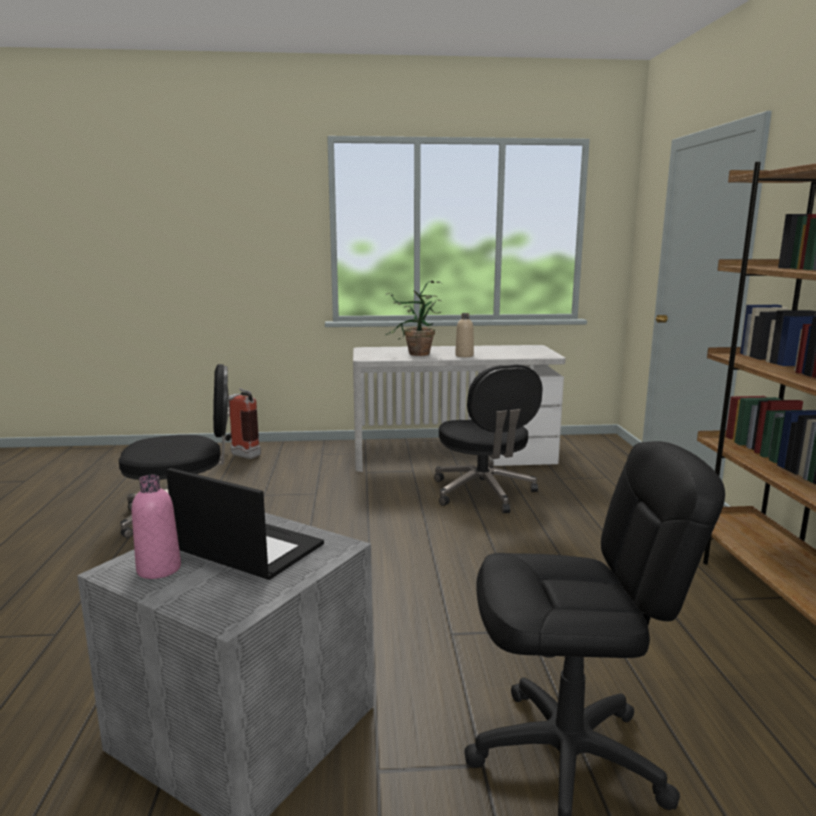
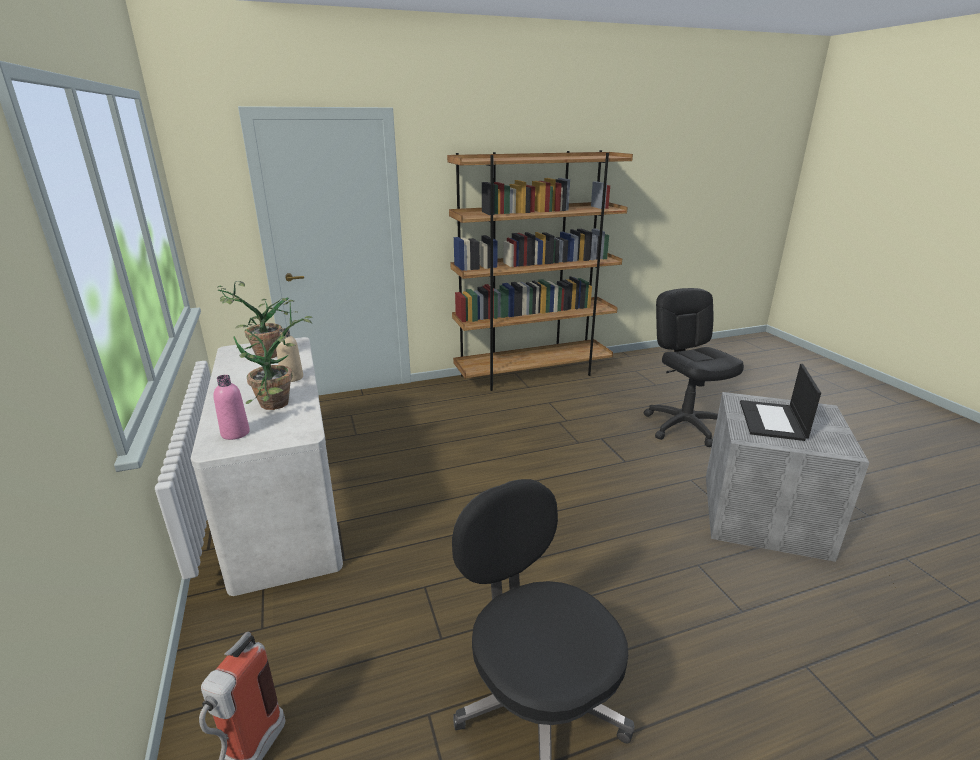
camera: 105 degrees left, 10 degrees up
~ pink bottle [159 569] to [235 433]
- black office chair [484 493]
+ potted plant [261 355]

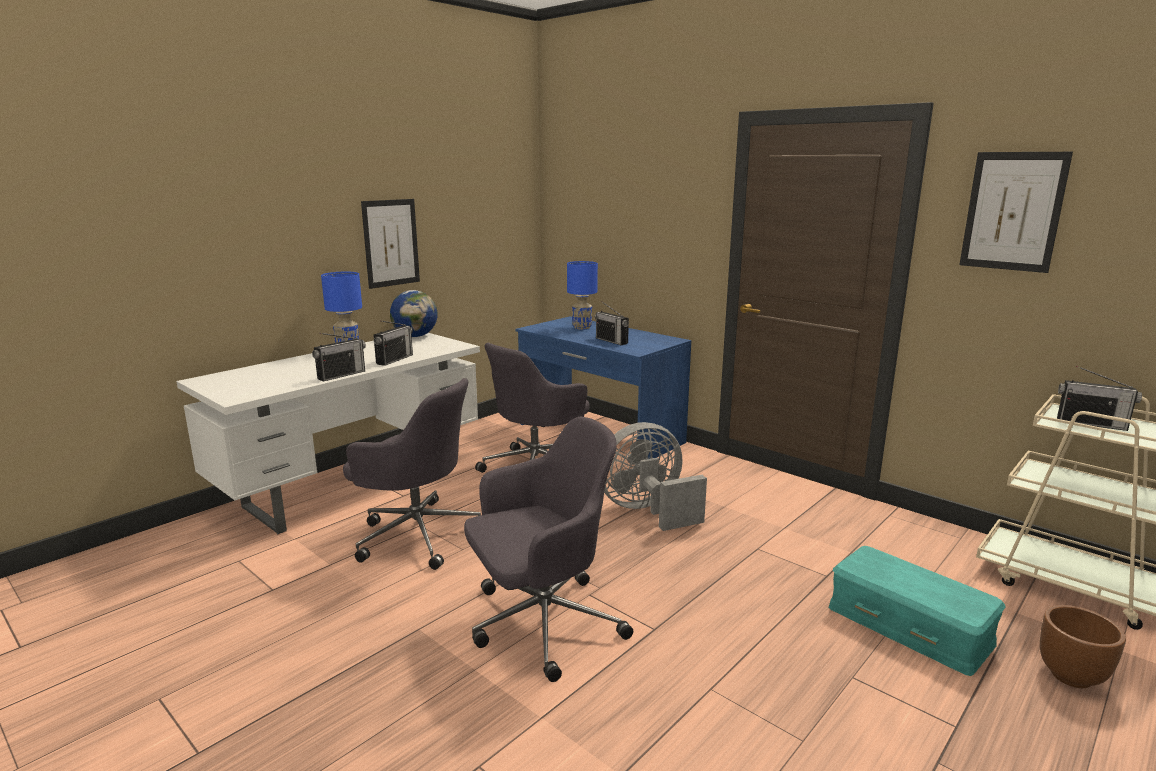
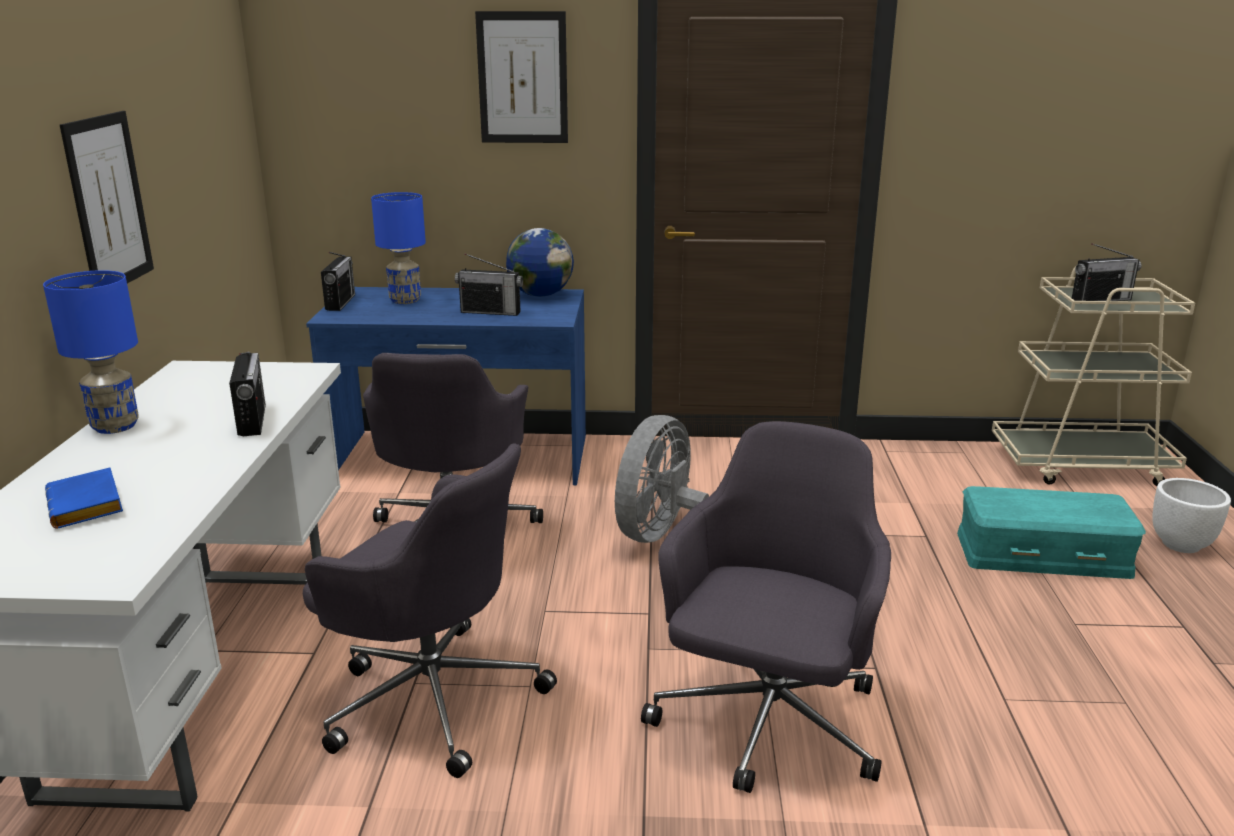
camera: 40 degrees left, 5 degrees up
~ radio [341 375] to [340 302]
~ grey office chair [417 534] = [432 696] 45 degrees clockwise
~ globe [415 336] to [540 295]
~ picture [1013 211] to [522 78]
~ brown planter [1071 677] to white planter [1181 545]
+ blue book [89 506]

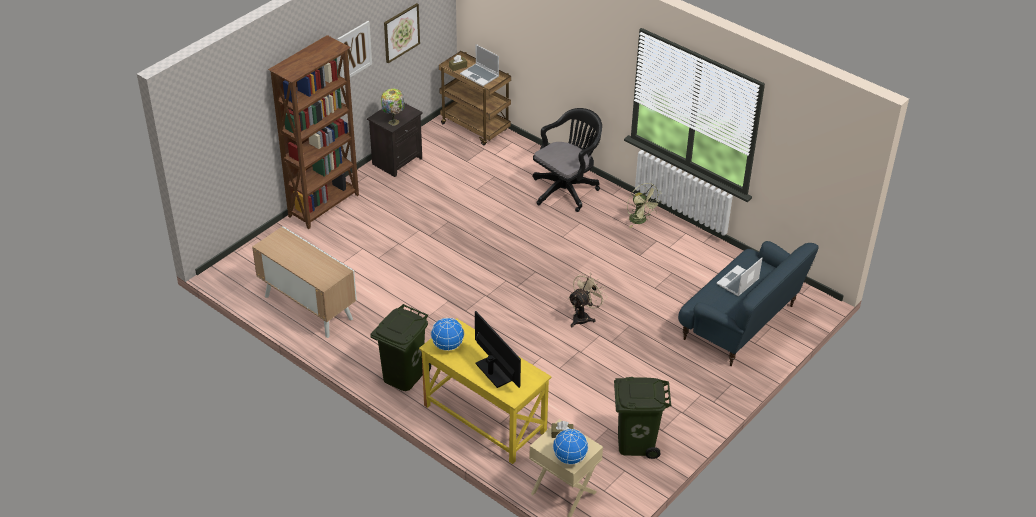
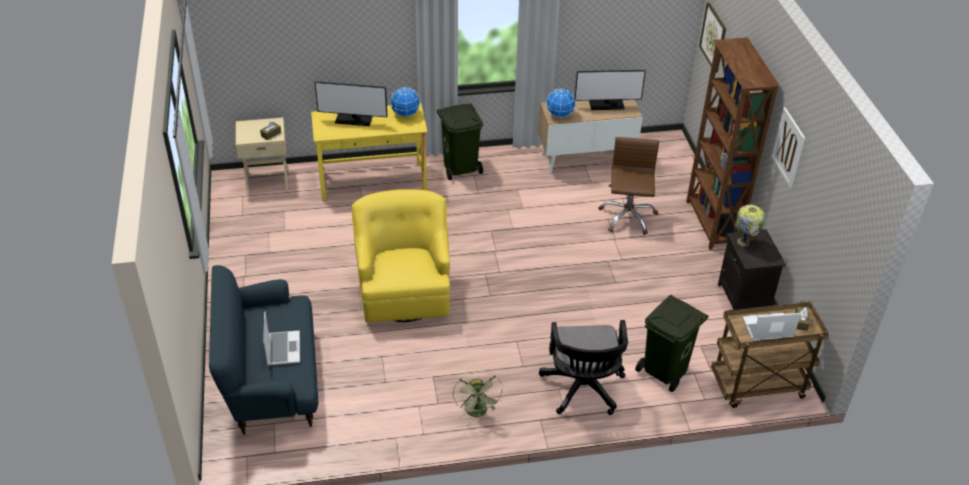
camera: 130 degrees right, 0 degrees up
~ picture [401 32] to [713 37]
~ globe [570 458] to [559 115]
~ beige fan [583 316] to yellow armchair [404 289]
~ green trash can [636 442] to [665 371]
~ green fan [641 221] = [478 413] 105 degrees counterclockwise
+ monitor [606 105]
+ brown office chair [627 217]

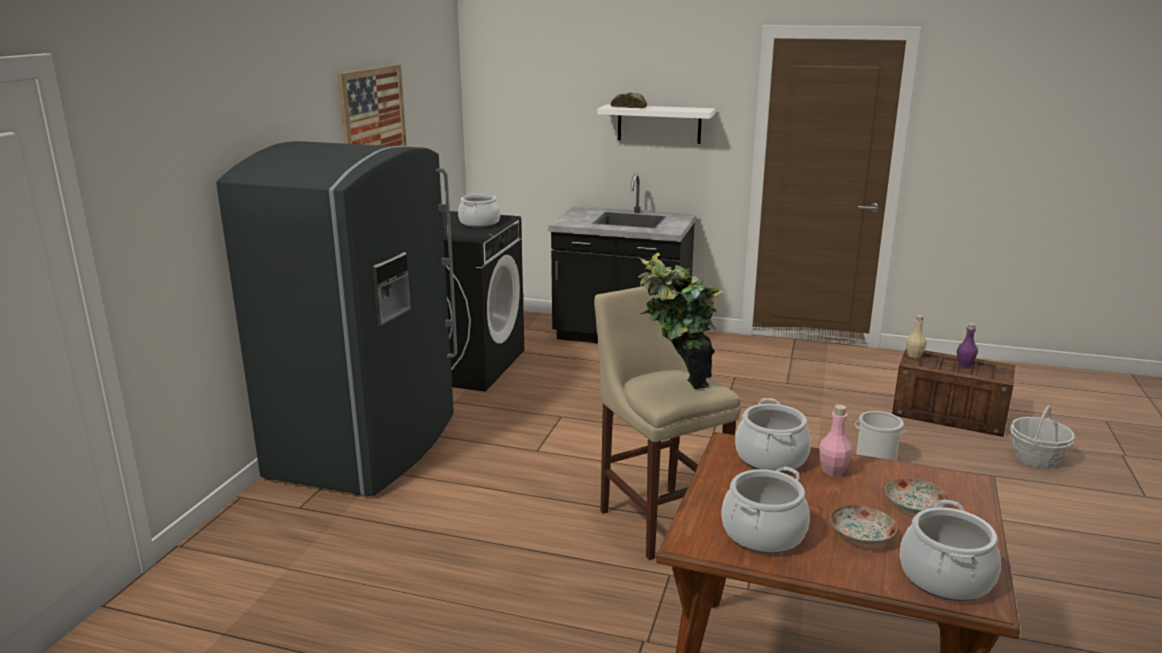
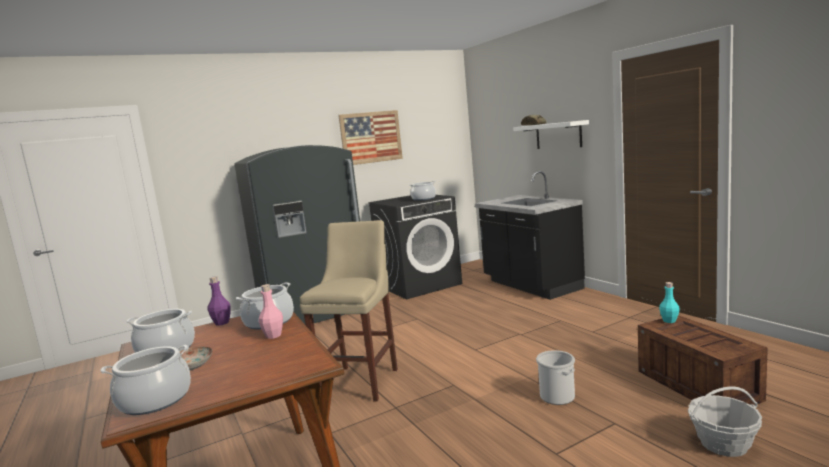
camera: 45 degrees right, 10 degrees down
- potted plant [677 389]
- plate [914 507]
~ beige bottle [914 355] to turquoise bottle [669 321]
~ purple bottle [965 364] to [221 323]

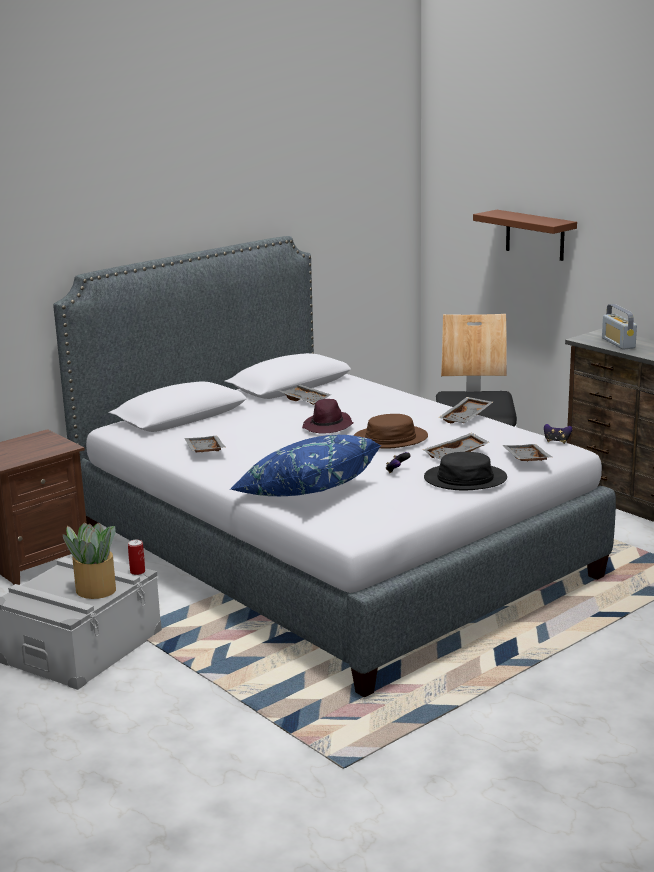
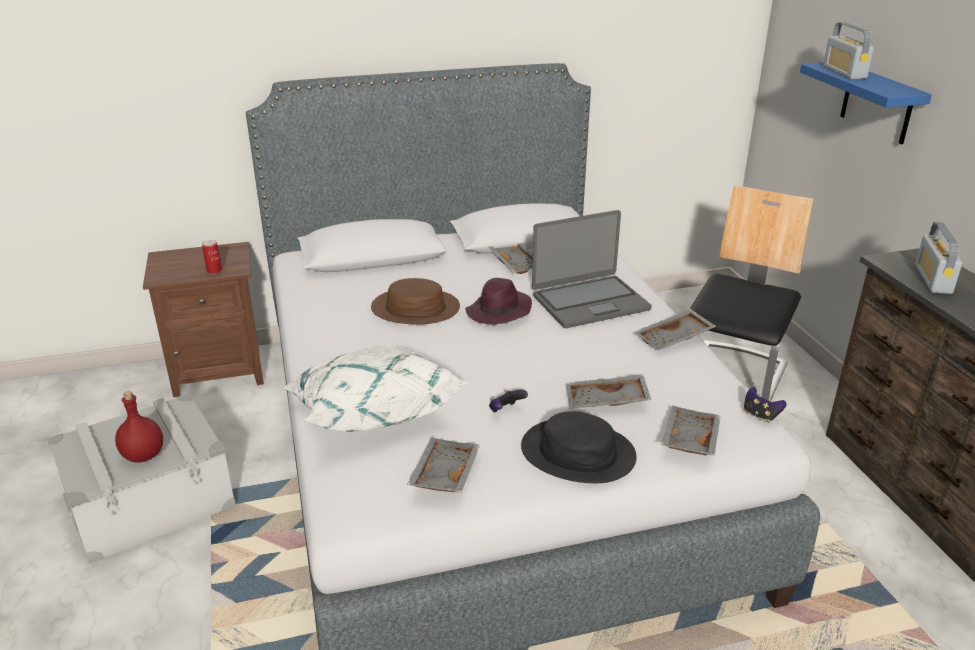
camera: 25 degrees right, 10 degrees up
~ potted plant [95 589] to red bottle [144 455]
~ can [137 572] to [214 271]
~ grey tray [204 451] to [443 474]
~ blue pillow [305 491] to white pillow [371 413]
~ brown hat [390 439] to [415 308]
~ brown shelf [535 235] to blue shelf [877 103]
+ laptop [589 302]
+ radio [844 72]

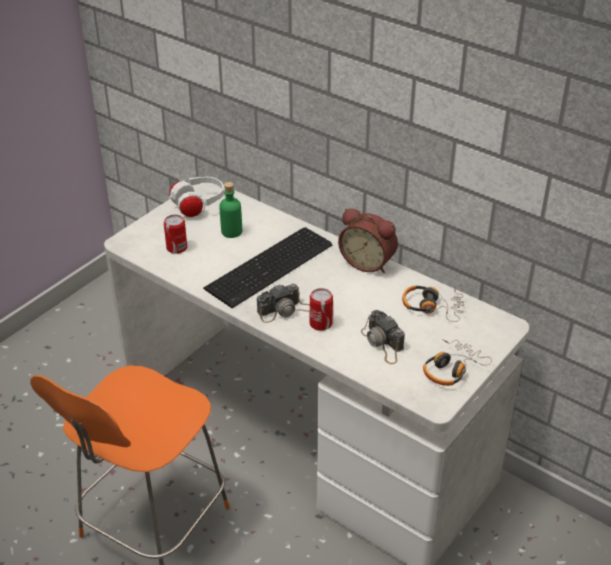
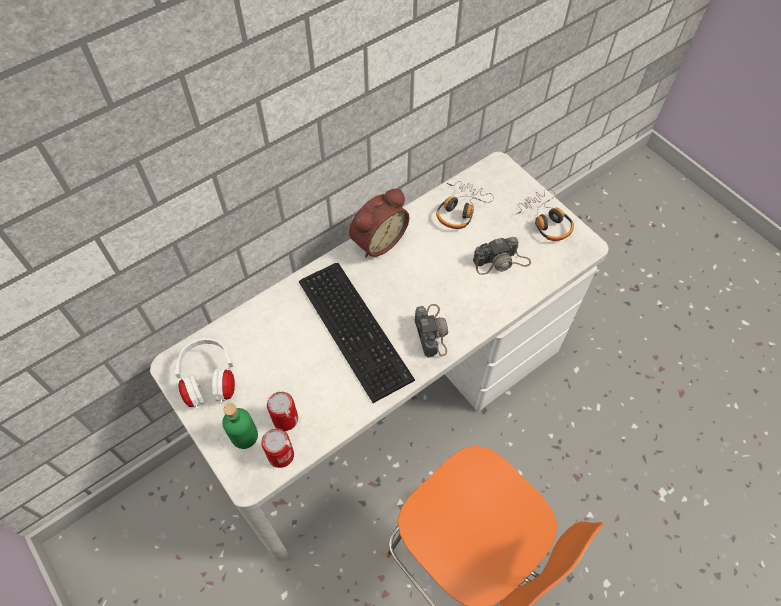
camera: 75 degrees left, 20 degrees up
~ green bottle [231 231] to [244 436]
~ can [321 323] to [281 455]

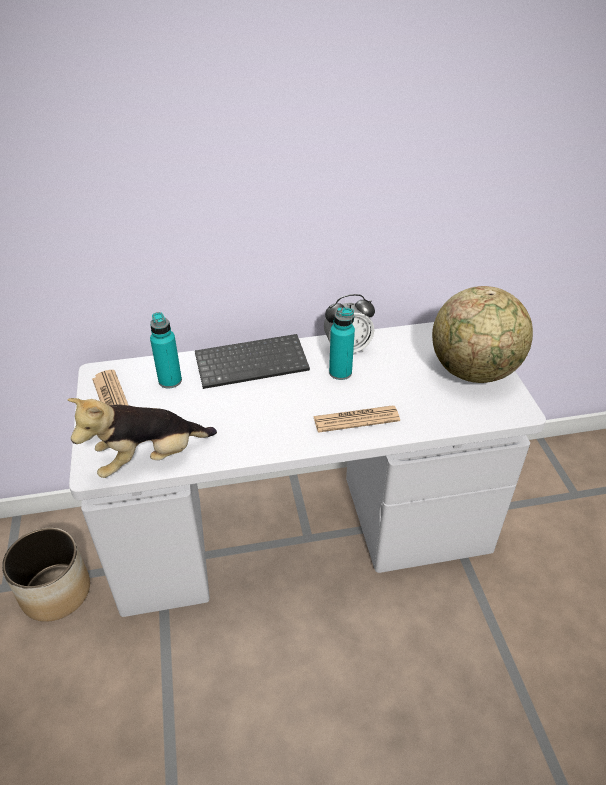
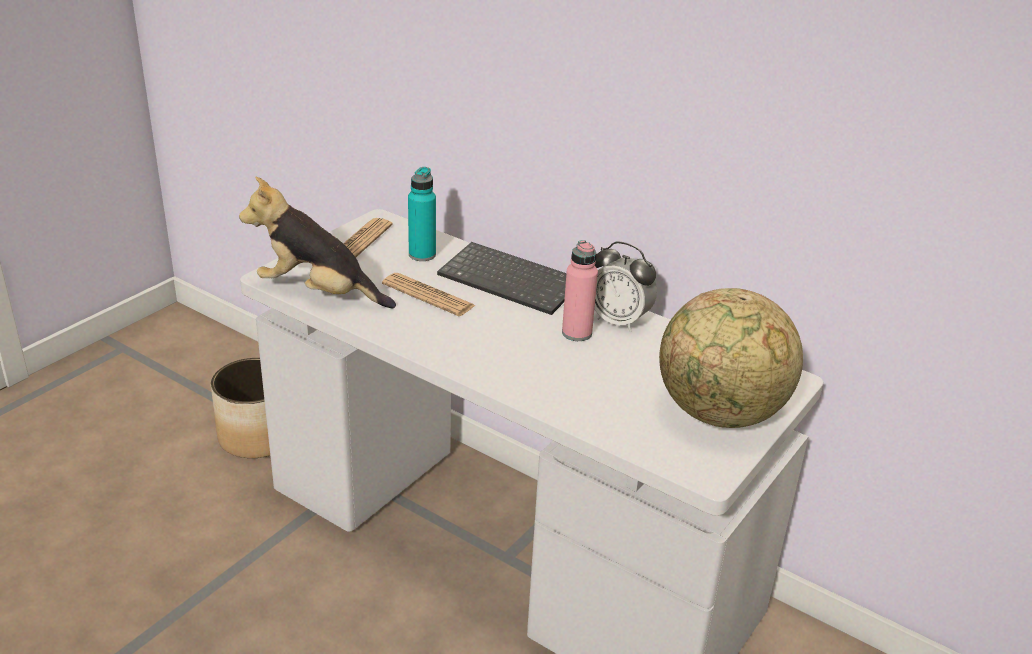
camera: 45 degrees right, 10 degrees down
~ newspaper [356 419] to [428 295]
~ turquoise bottle [340 372] to pink bottle [576 333]

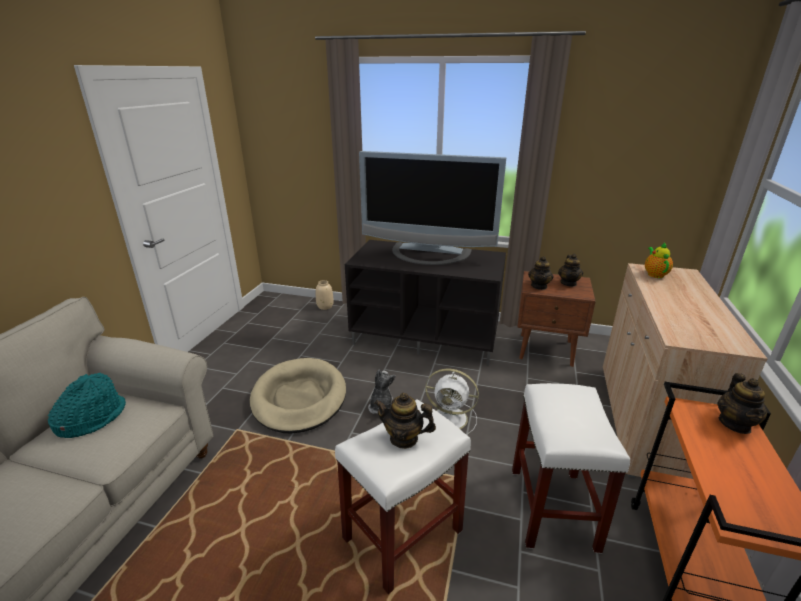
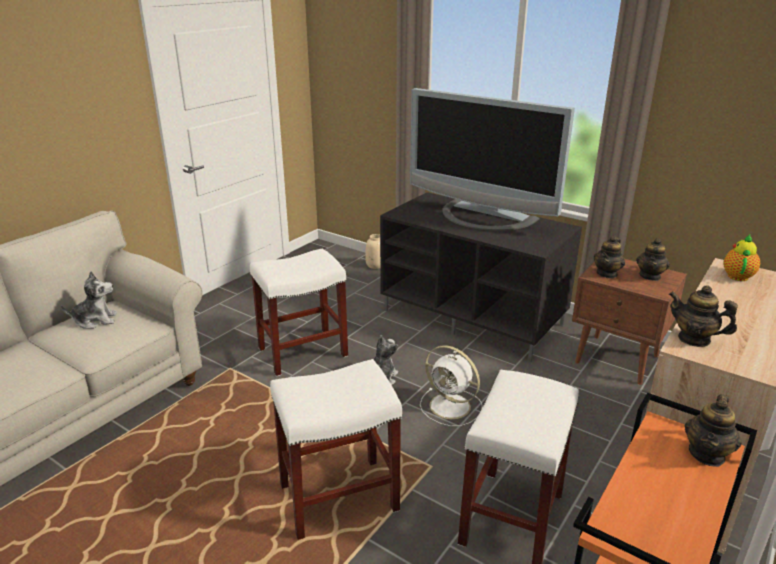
camera: 20 degrees right, 0 degrees up
~ turquoise hat [91 418] to plush toy [95 320]
~ beige dog bed [299 398] to white stool [302 352]
~ teapot [404 438] to [694 339]

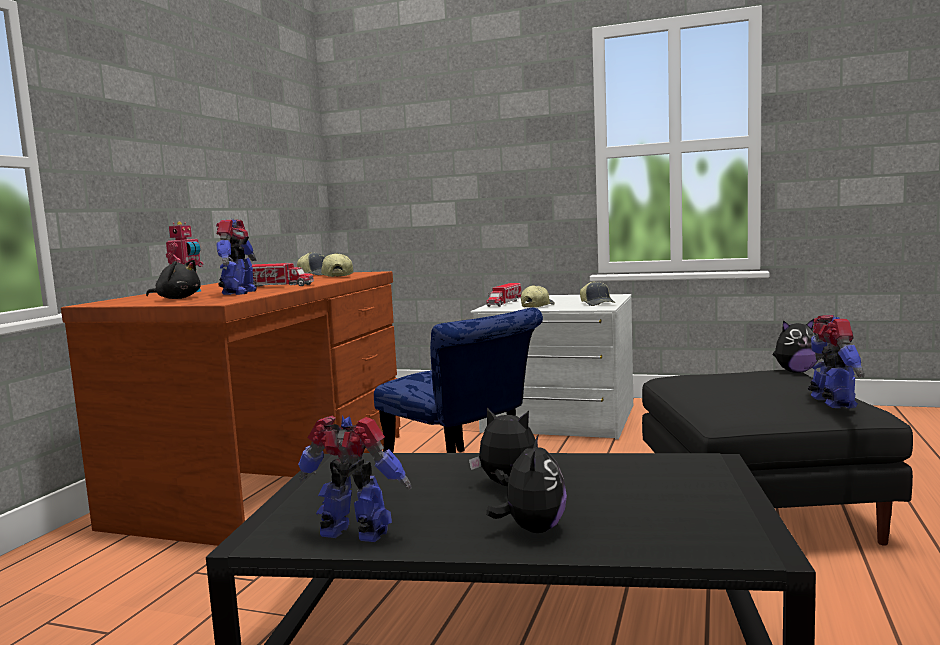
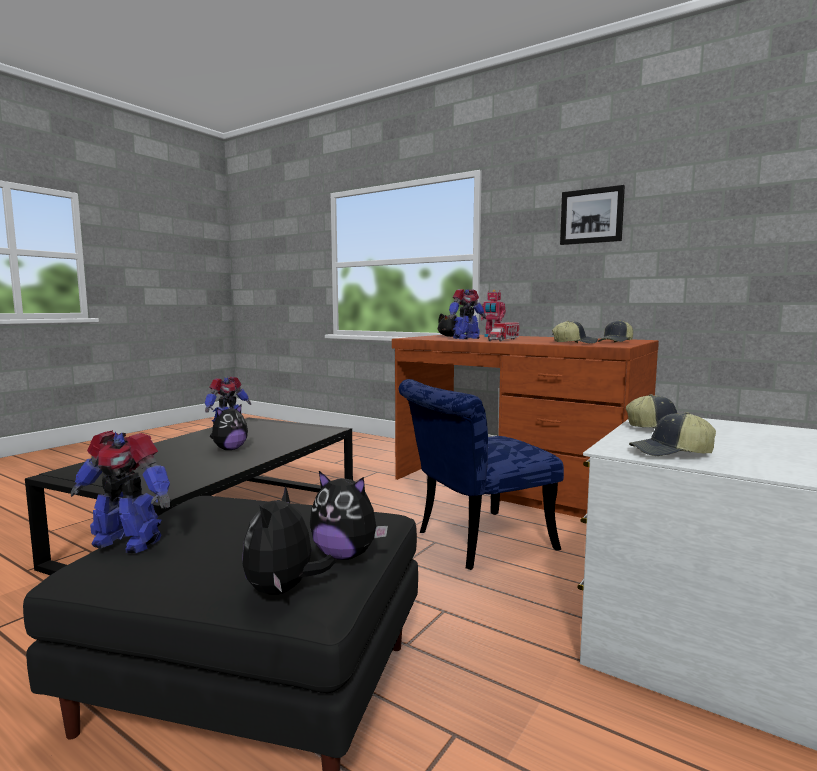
camera: 105 degrees right, 0 degrees up
~ toy robot [238 293] = [465 338] 60 degrees counterclockwise
- toy truck [504 303]
~ plush toy [532 529] to [346 555]
+ picture [591 216]

